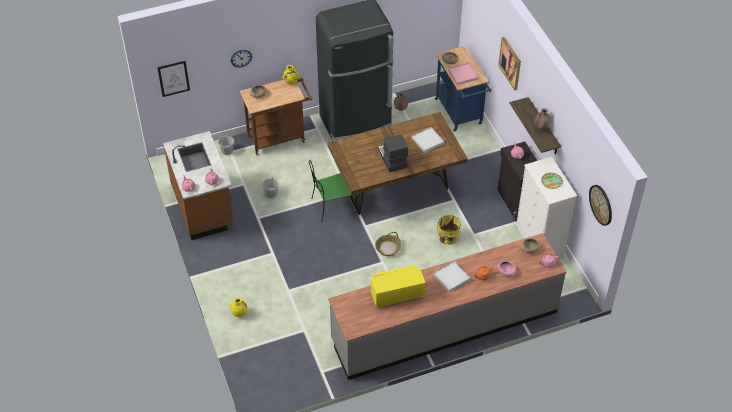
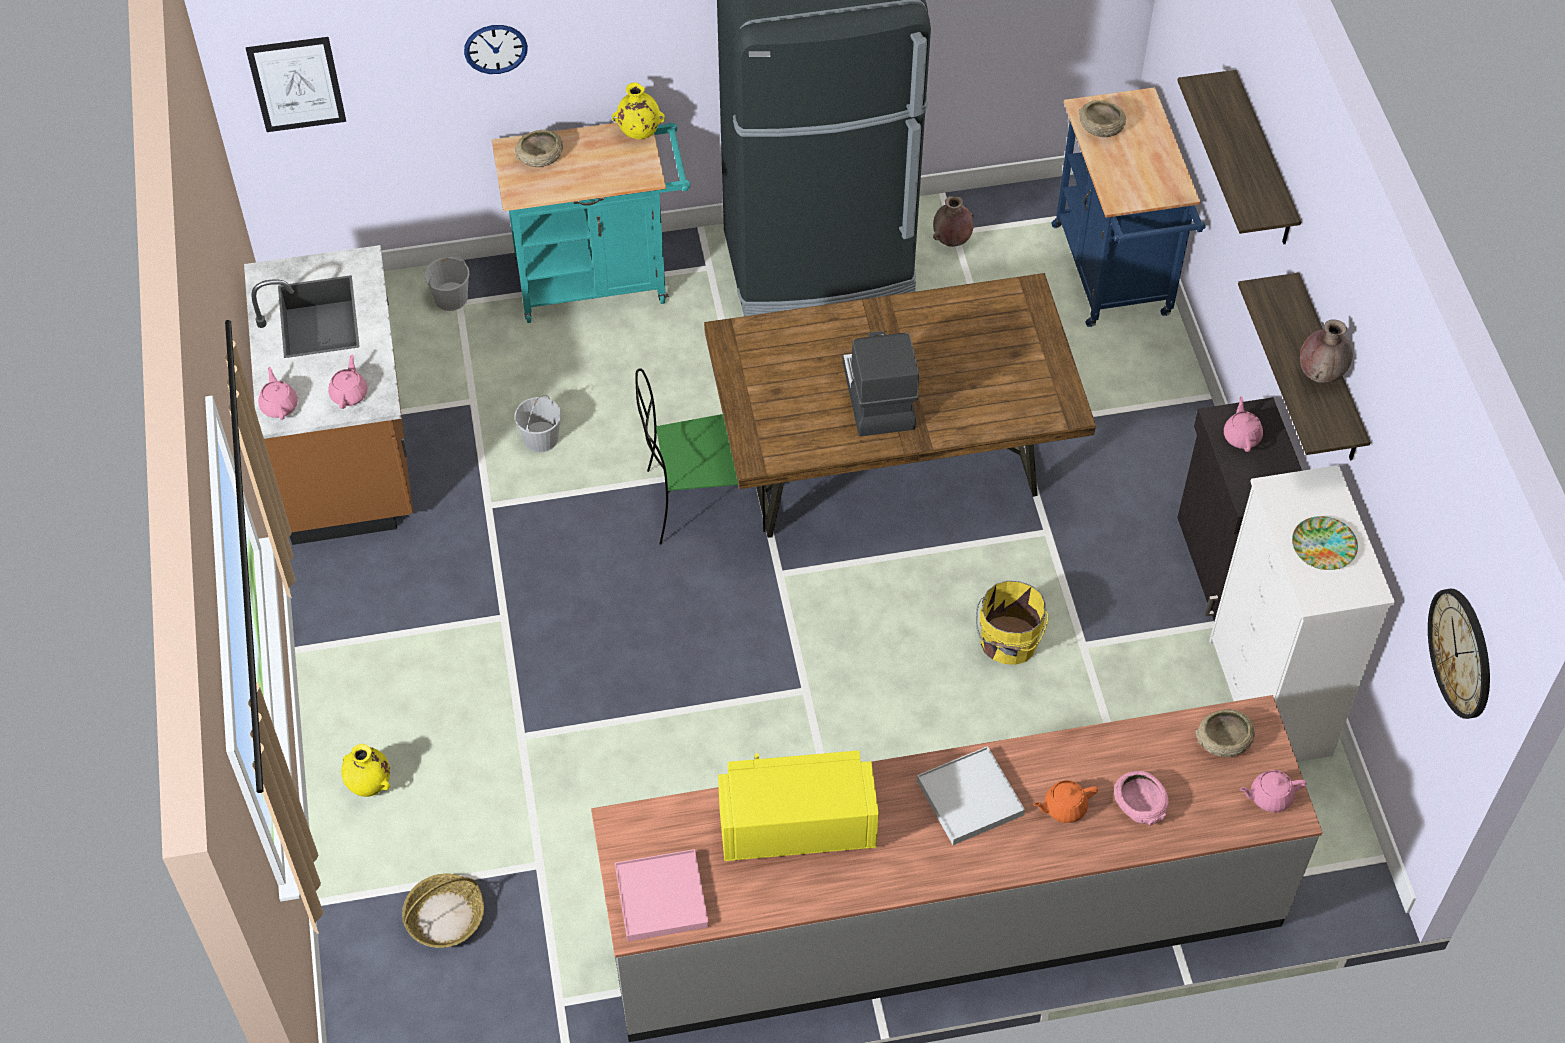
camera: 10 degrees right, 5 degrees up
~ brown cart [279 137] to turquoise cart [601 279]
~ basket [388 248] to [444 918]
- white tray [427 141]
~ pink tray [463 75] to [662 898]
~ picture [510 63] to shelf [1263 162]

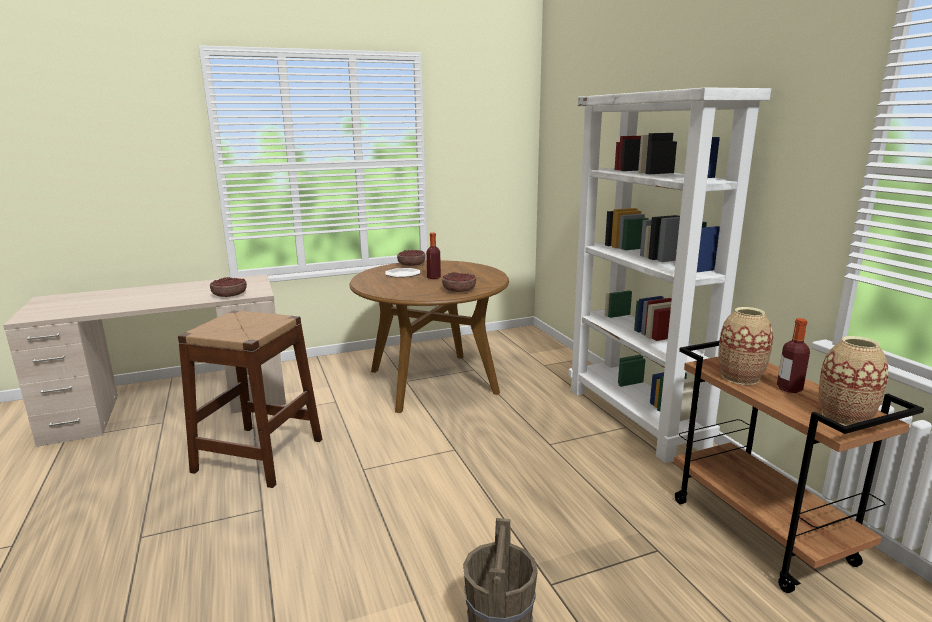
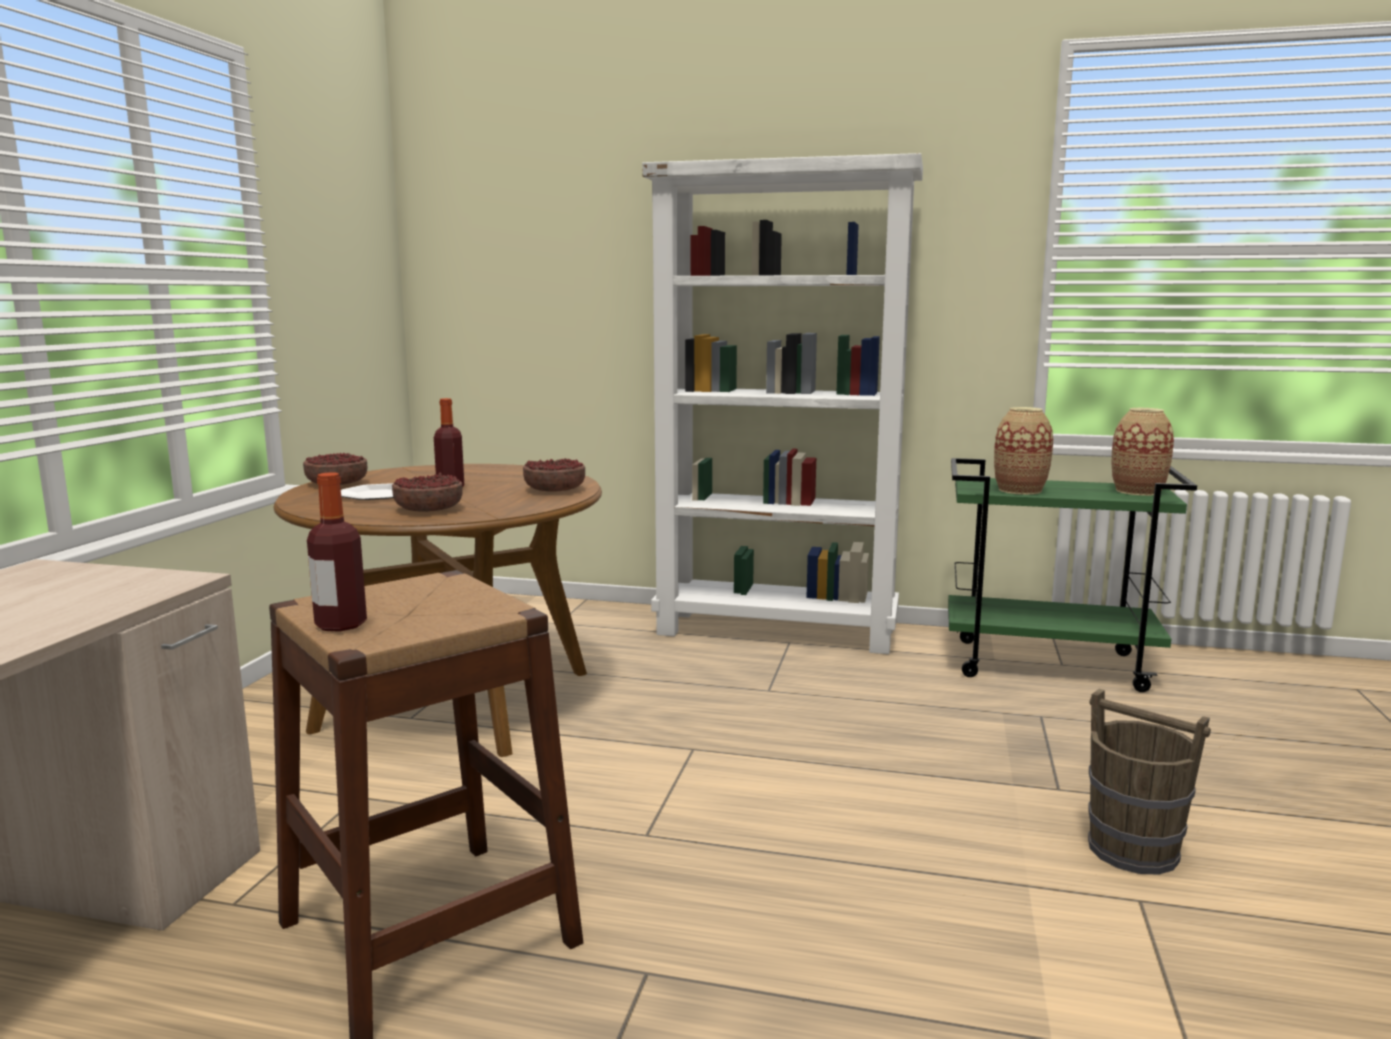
camera: 55 degrees left, 5 degrees down
~ bowl [229 295] to [429 509]
~ brown cart [762 532] to green cart [1050 665]
~ bottle [789 389] to [341 625]

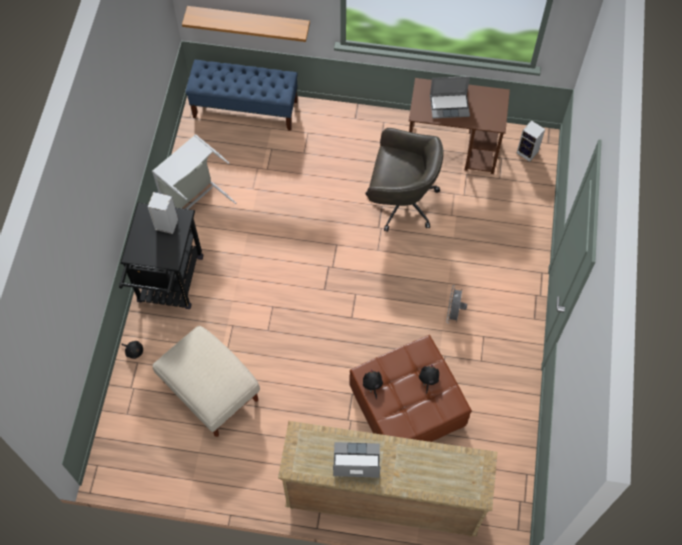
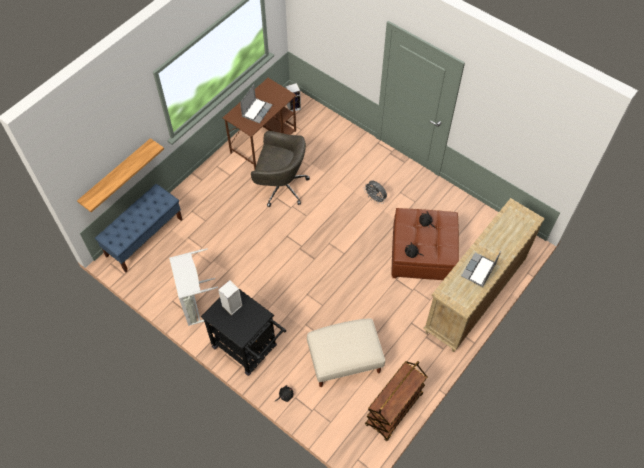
camera: 60 degrees left, 5 degrees down
~ grey office chair [400 201] = [281 186] 60 degrees clockwise
+ brown cart [394 410]

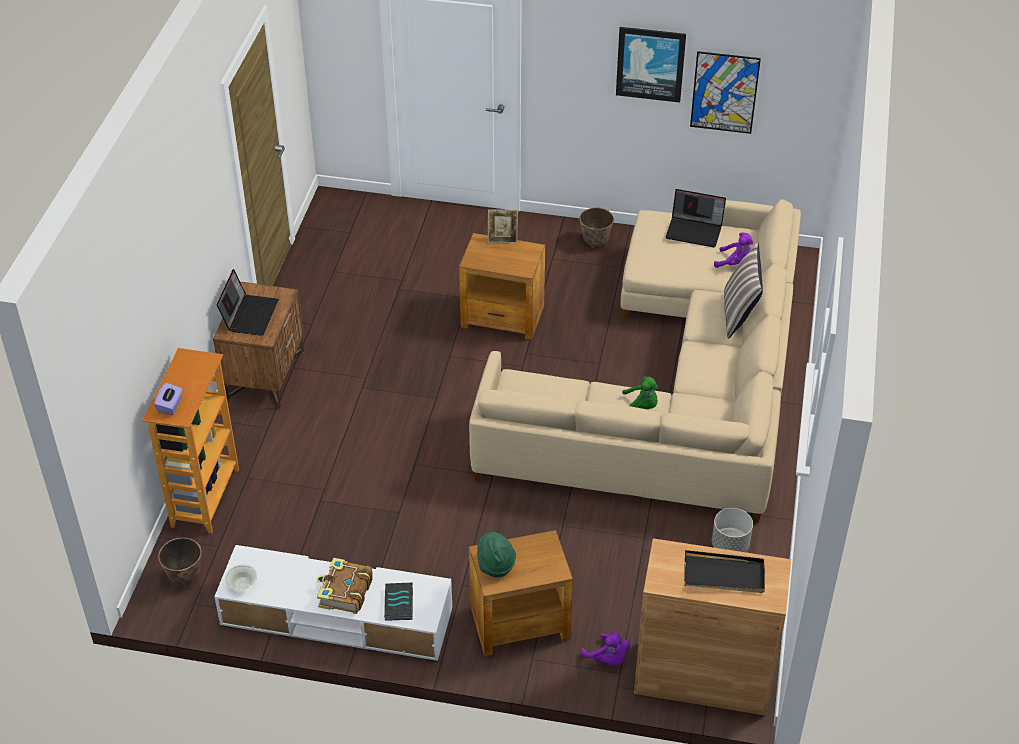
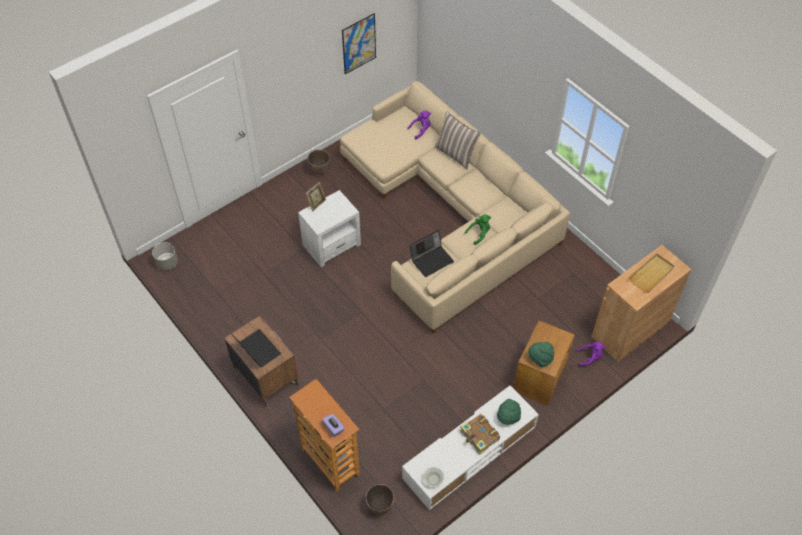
camera: 50 degrees left, 10 degrees up
~ book [399 604] to green hat [507 417]
~ brown side table [503 317] to white side table [332 244]
- picture [650 63]
~ laptop [695 230] to [431 259]
~ black tray [724 575] to beige tray [651 274]
~ grey planter [729 545] to [167 263]

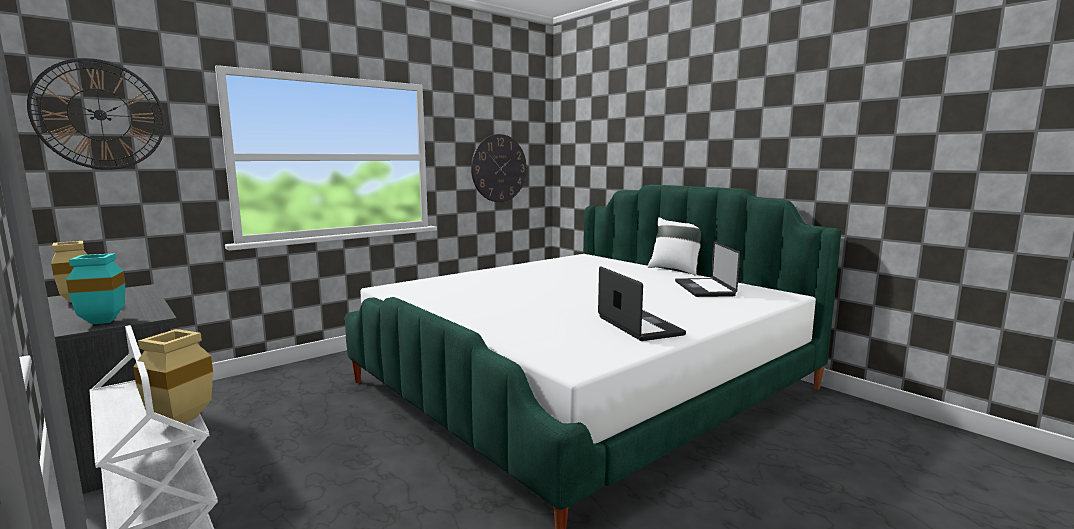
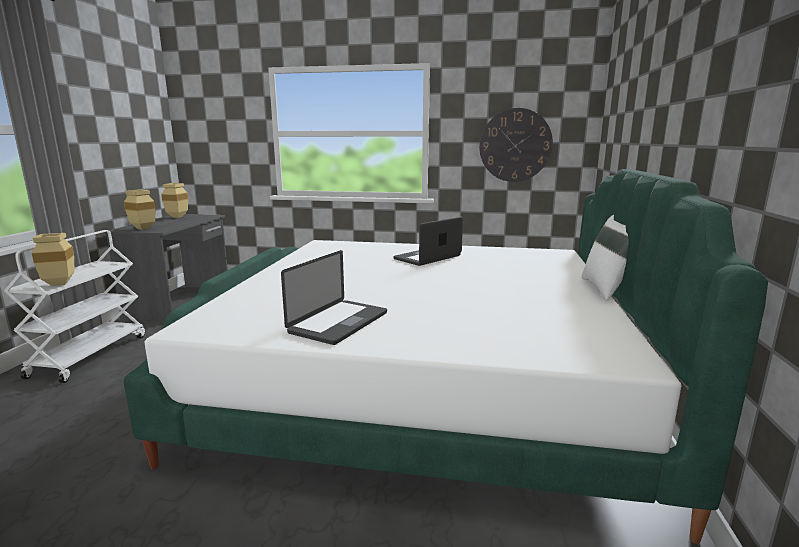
camera: 50 degrees right, 5 degrees up
- wall clock [100 115]
~ turquoise vase [100 322] to beige vase [141 228]
~ laptop [704 289] to [427 257]

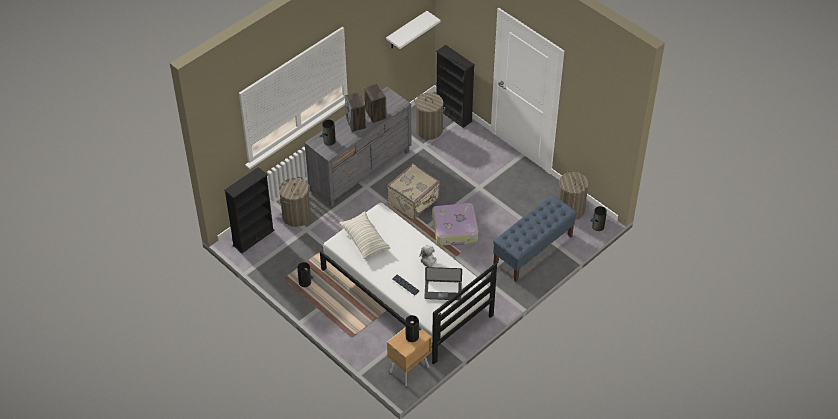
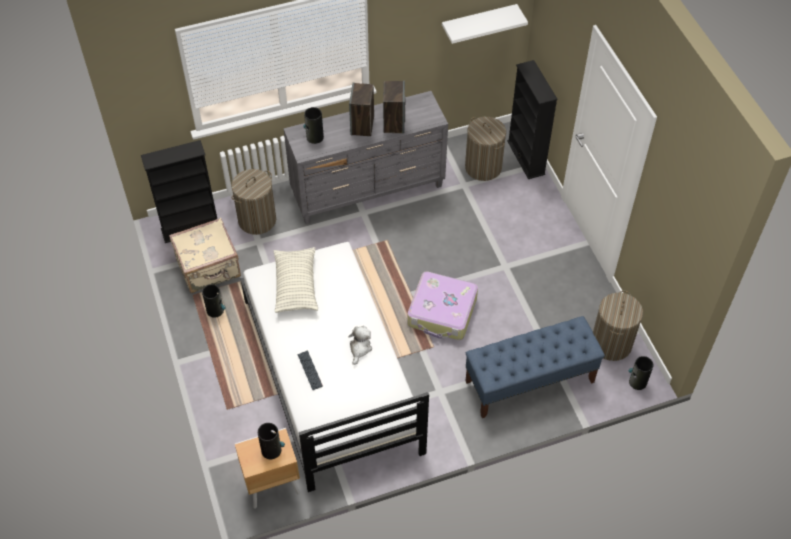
camera: 25 degrees right, 5 degrees up
~ beige suitcase [414 201] to [209 268]
- laptop [443 291]

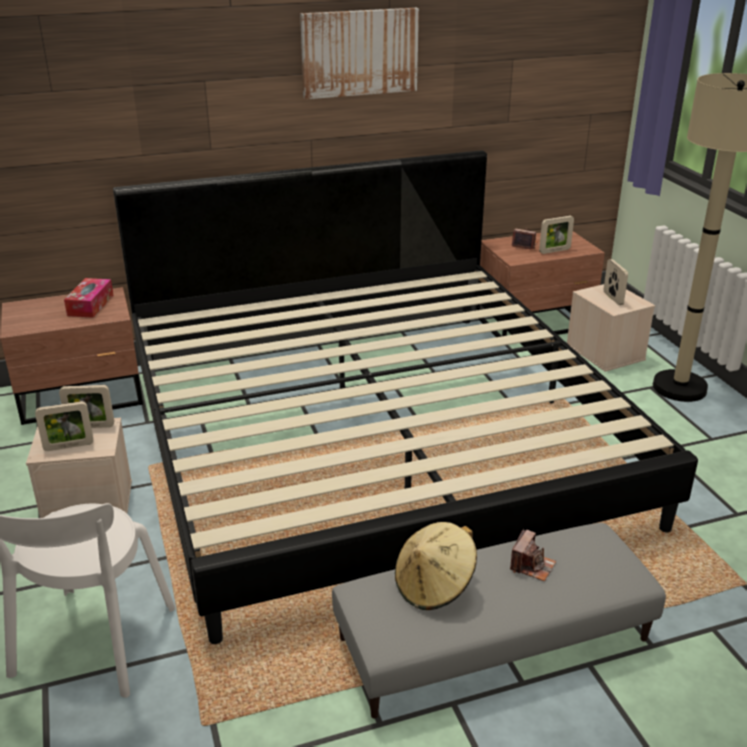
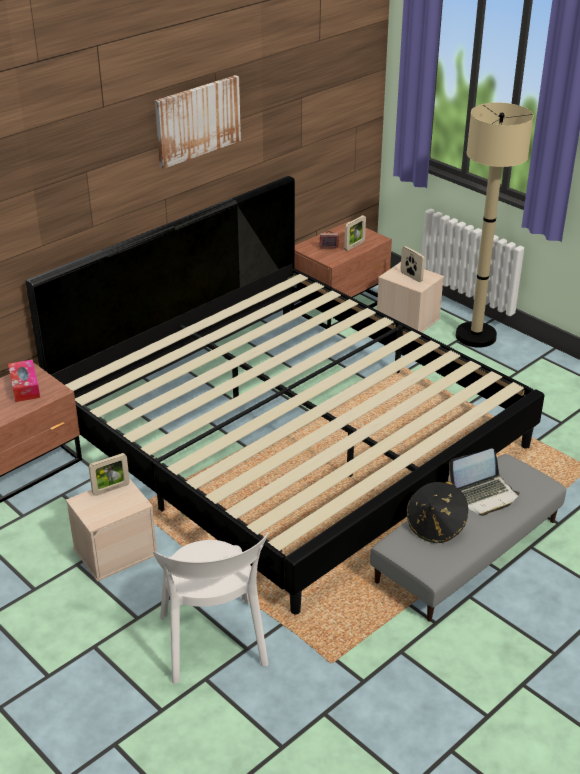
camera: 25 degrees left, 5 degrees up
- picture frame [69 446]
~ beige hat [434 586] to black hat [436 526]
~ photo camera [532 566] to laptop [483 495]

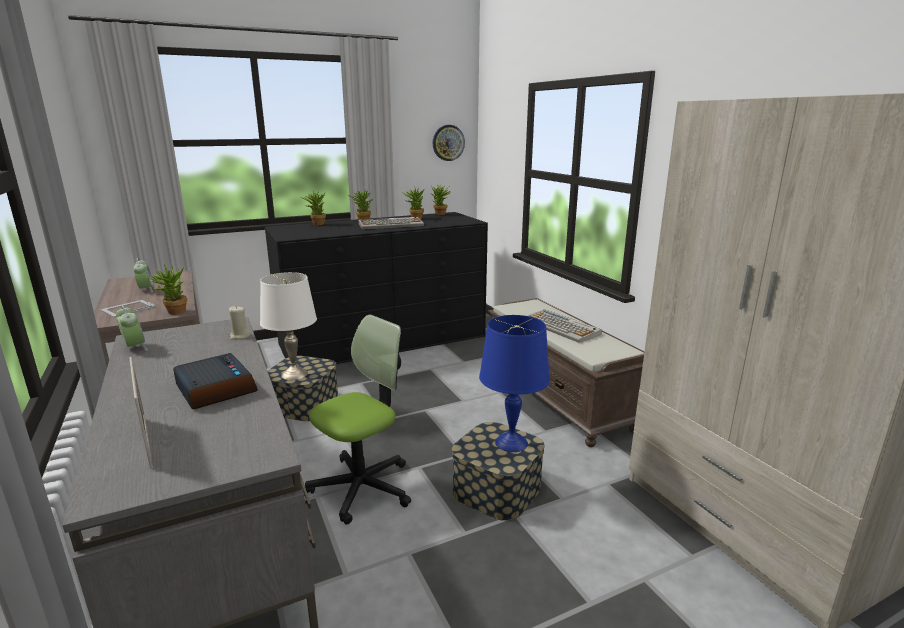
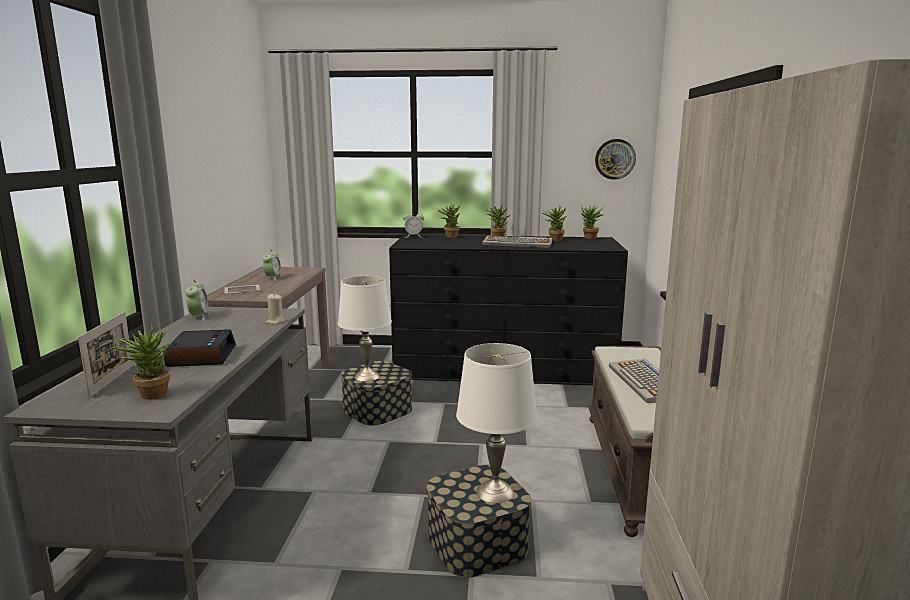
camera: 30 degrees right, 5 degrees down
~ potted plant [173 312] to [149 394]
- office chair [362 487]
~ blue table lamp [511 442] to white table lamp [495 492]
+ alarm clock [413 236]

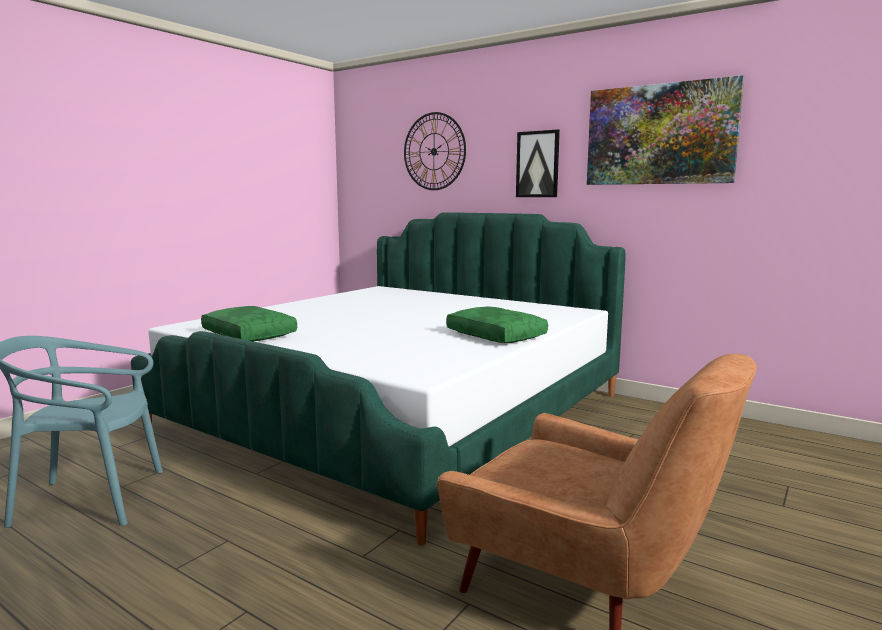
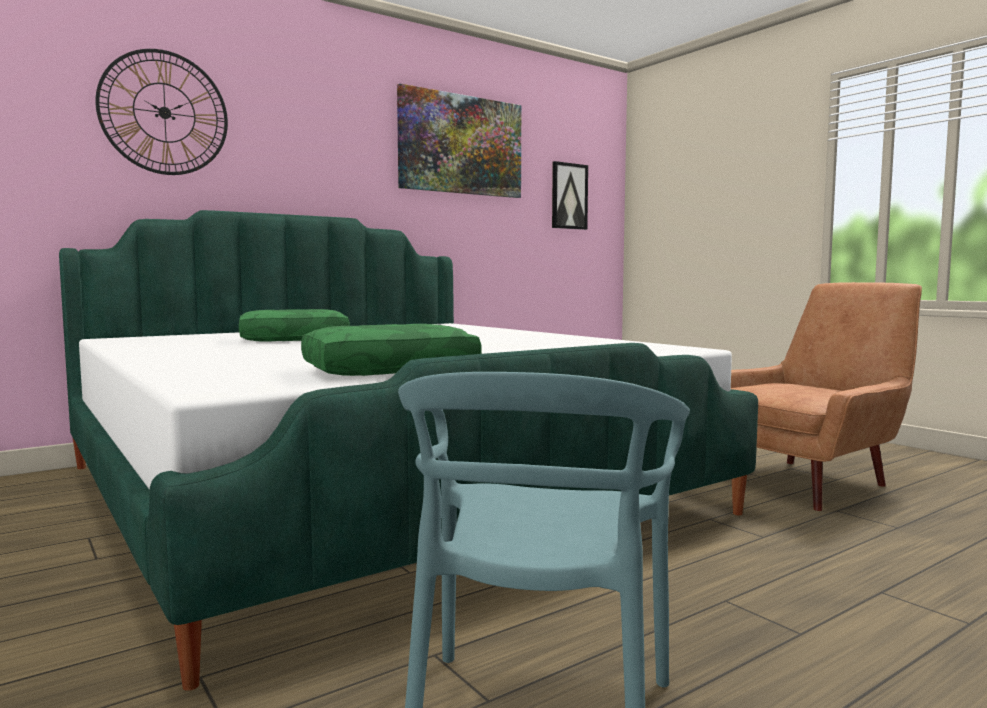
camera: 70 degrees left, 5 degrees down
~ green pillow [497 335] to [294 339]
~ picture [538 164] to [569 196]

